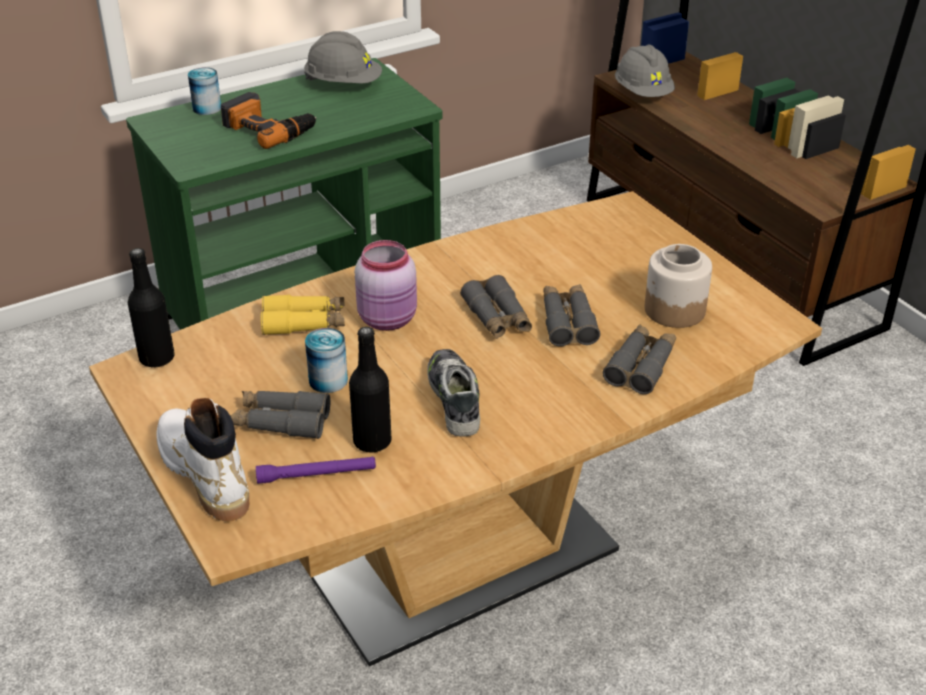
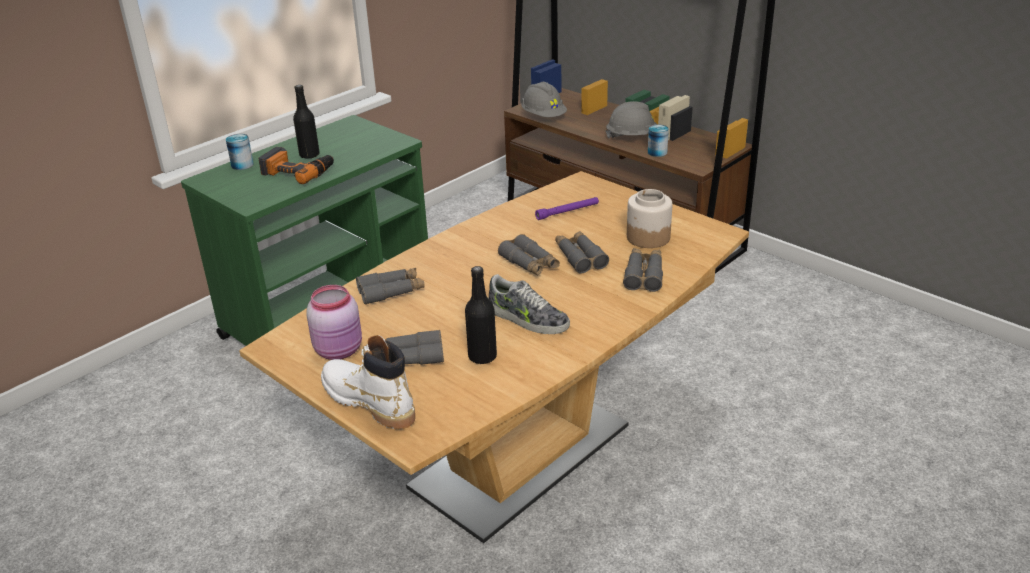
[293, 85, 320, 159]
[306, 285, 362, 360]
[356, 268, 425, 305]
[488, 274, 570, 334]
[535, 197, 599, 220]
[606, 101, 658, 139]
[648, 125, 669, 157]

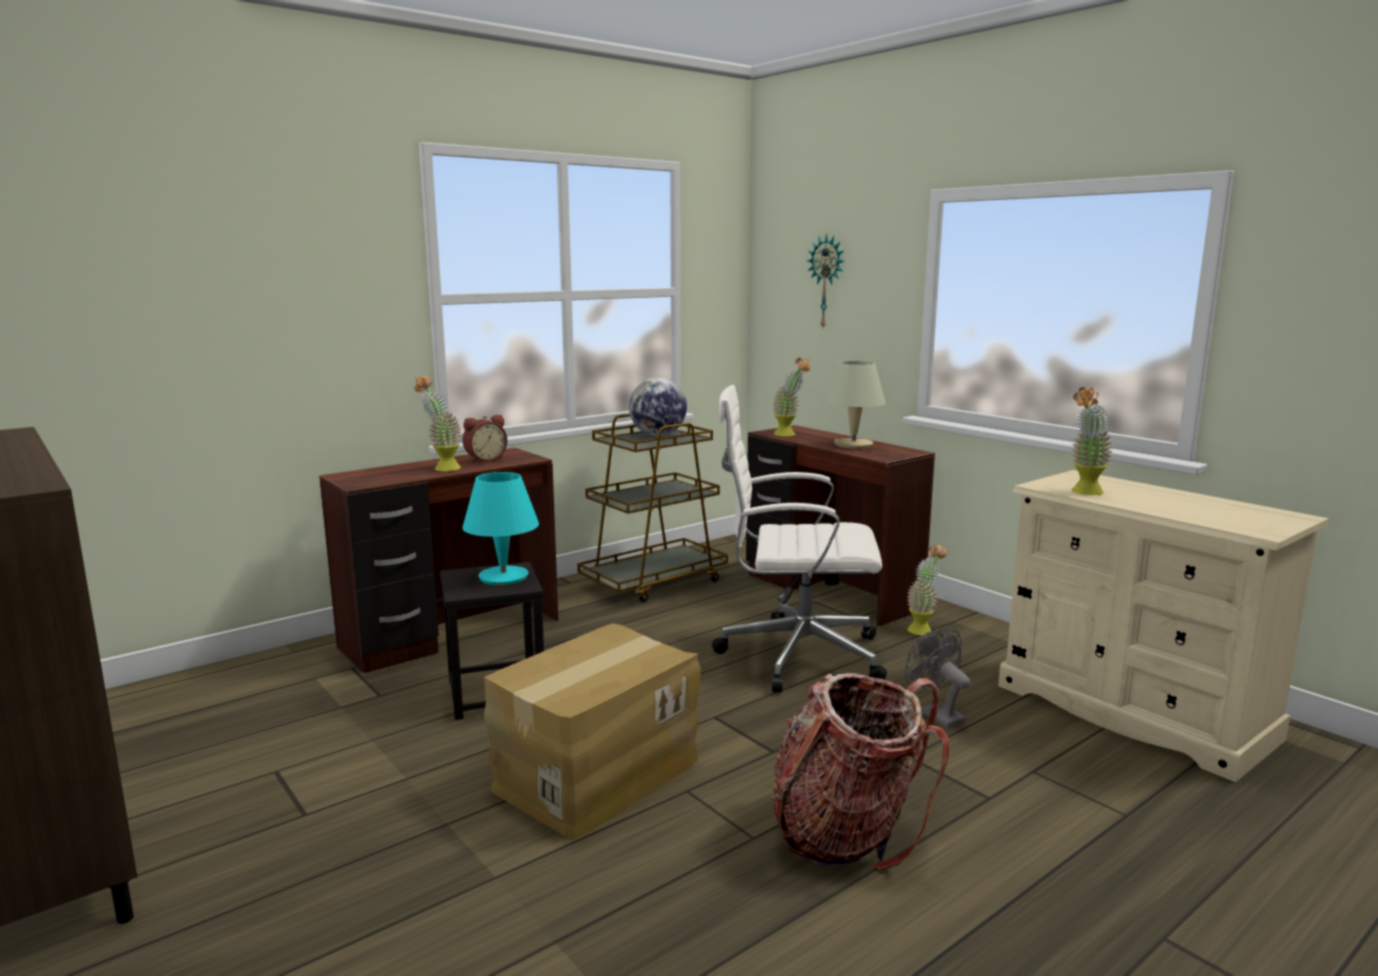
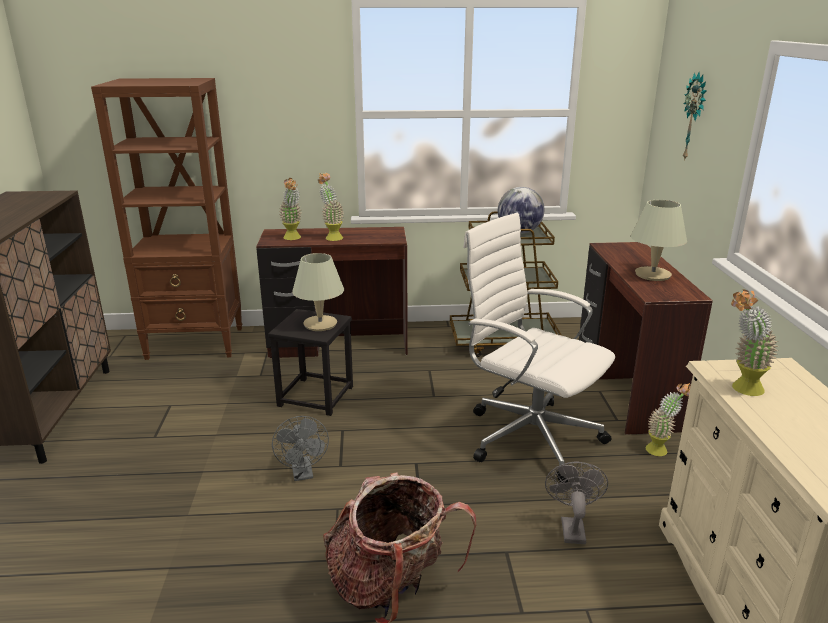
[91, 78, 242, 360]
[272, 416, 329, 481]
[279, 178, 301, 240]
[292, 253, 344, 331]
[462, 415, 507, 462] (first image)

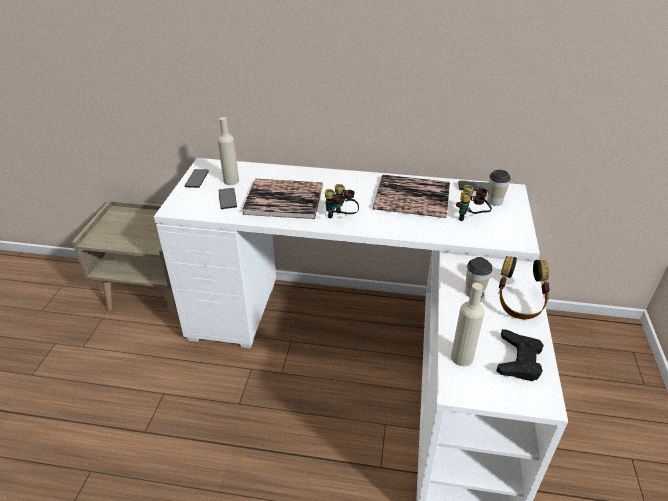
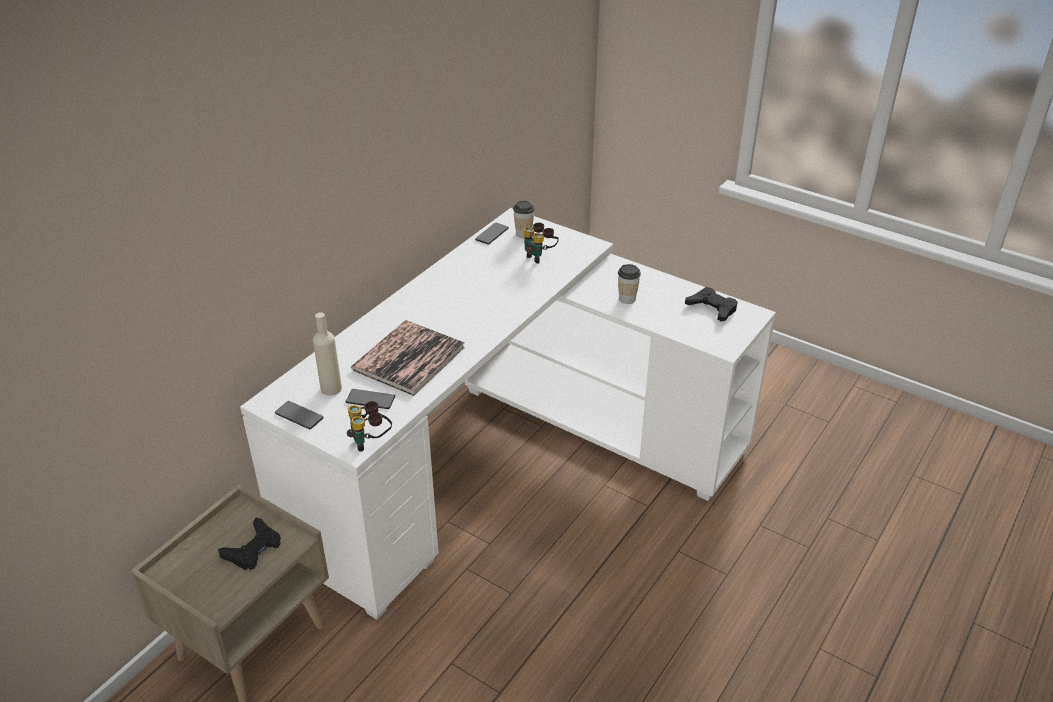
[218, 517, 281, 570]
[347, 401, 392, 452]
[373, 174, 450, 218] (first image)
[451, 283, 484, 366] (first image)
[499, 256, 550, 319] (first image)

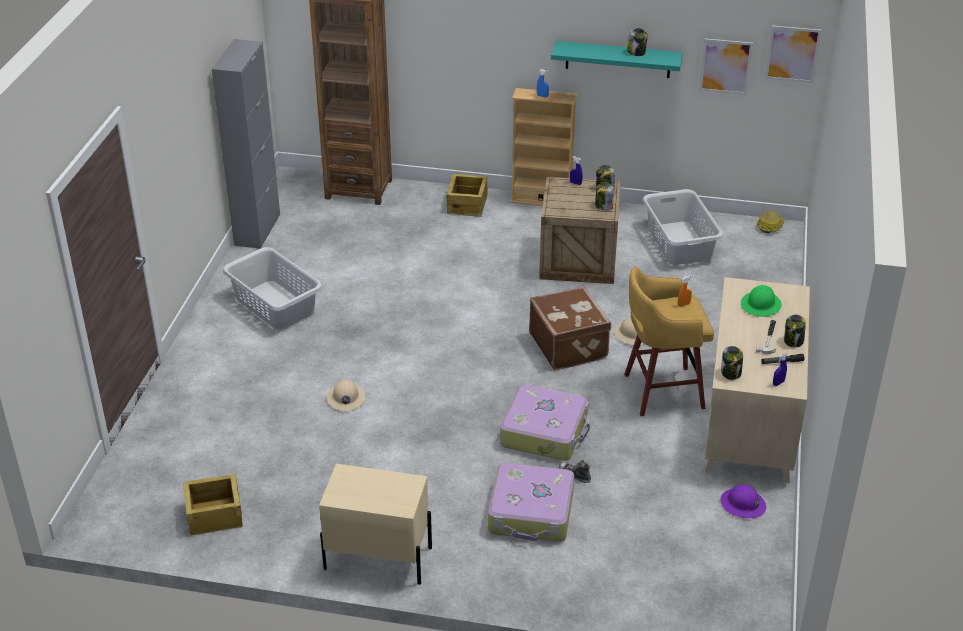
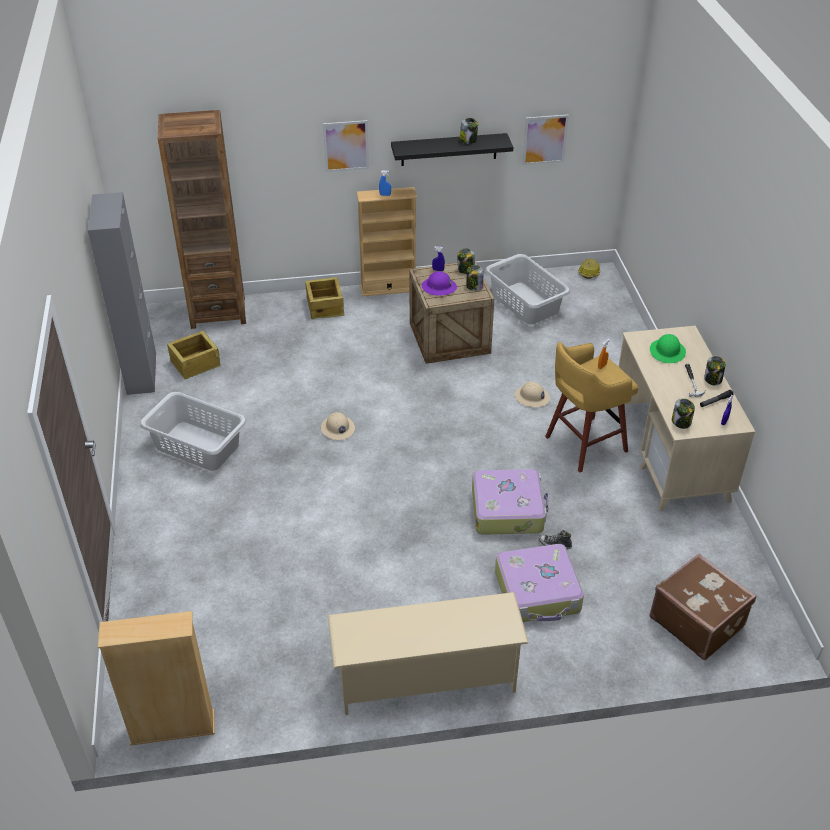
[98, 611, 215, 746]
[167, 331, 220, 379]
[321, 412, 355, 440]
[323, 120, 369, 172]
[328, 592, 529, 715]
[391, 133, 513, 166]
[422, 271, 457, 295]
[650, 554, 756, 660]

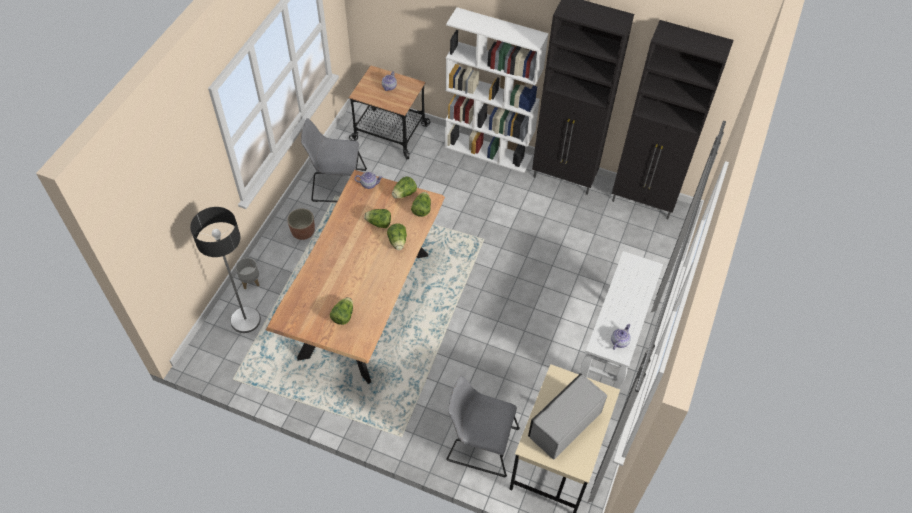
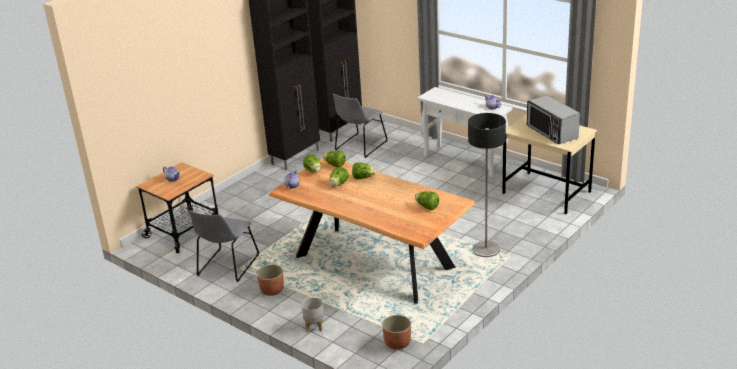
[333, 94, 388, 158]
[382, 315, 411, 350]
[468, 113, 506, 257]
[445, 7, 549, 173] (first image)

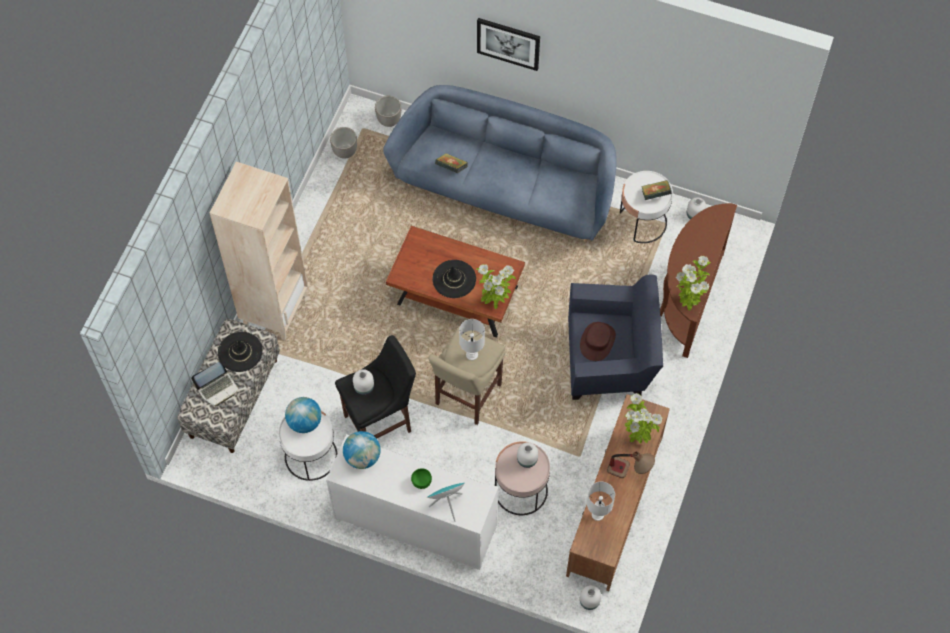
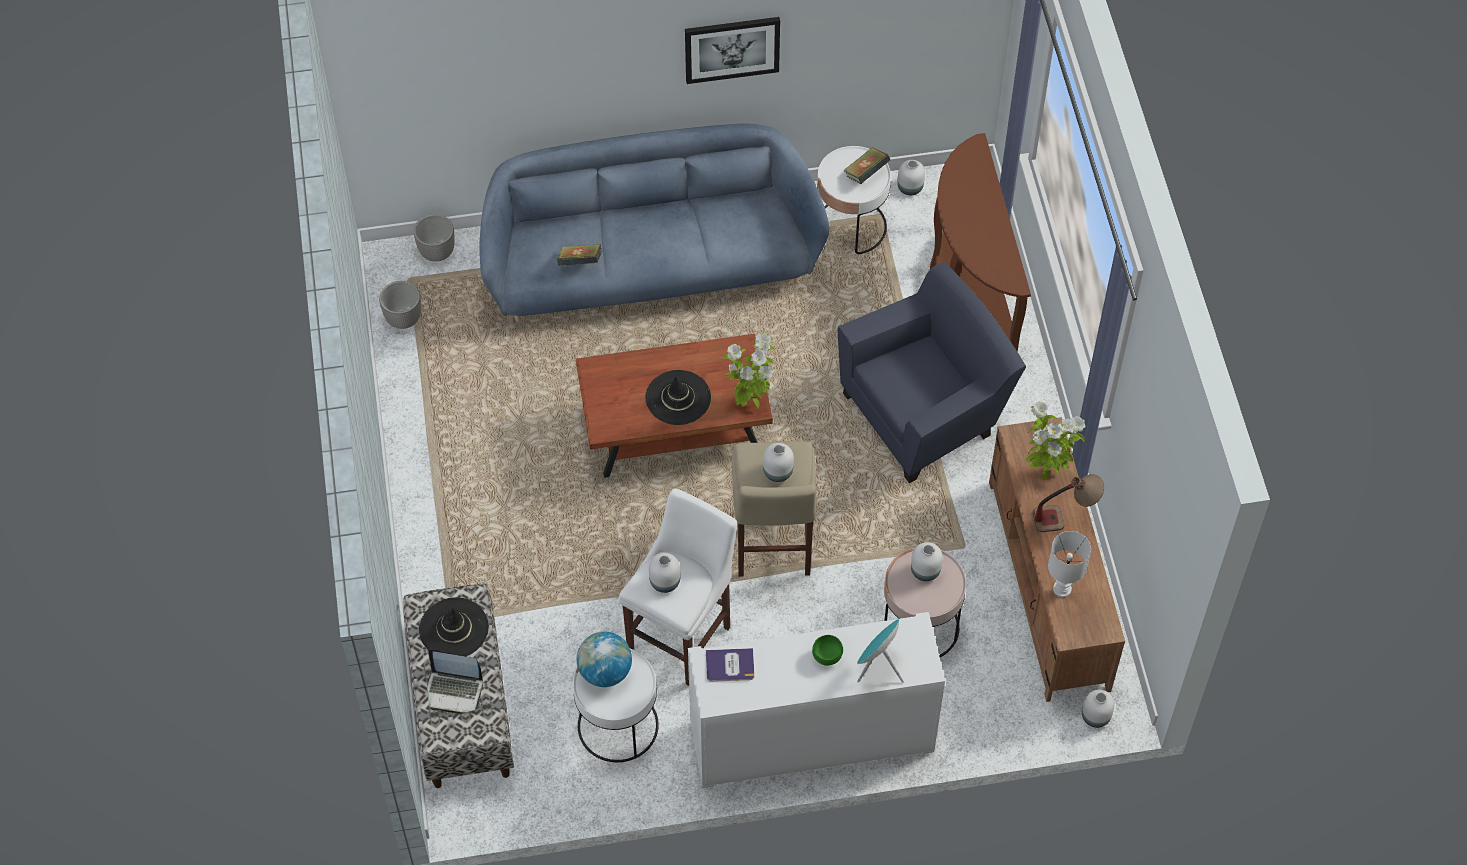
[427, 649, 483, 714]
[619, 488, 737, 686]
[685, 17, 780, 84]
[706, 648, 754, 682]
[763, 443, 794, 482]
[210, 162, 308, 340] (first image)
[580, 322, 616, 361] (first image)
[676, 256, 711, 311] (first image)

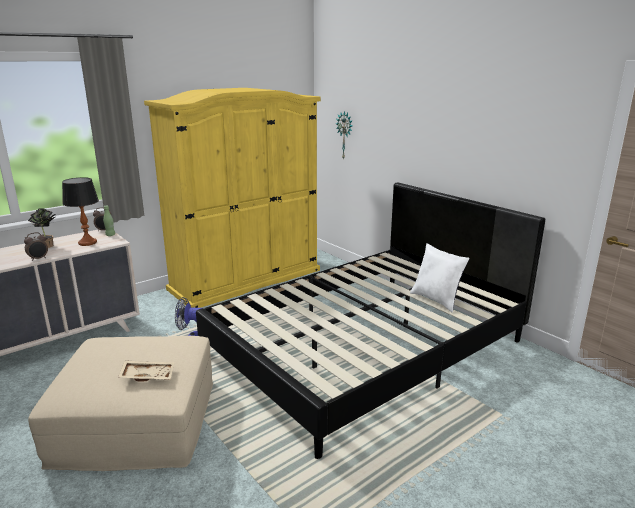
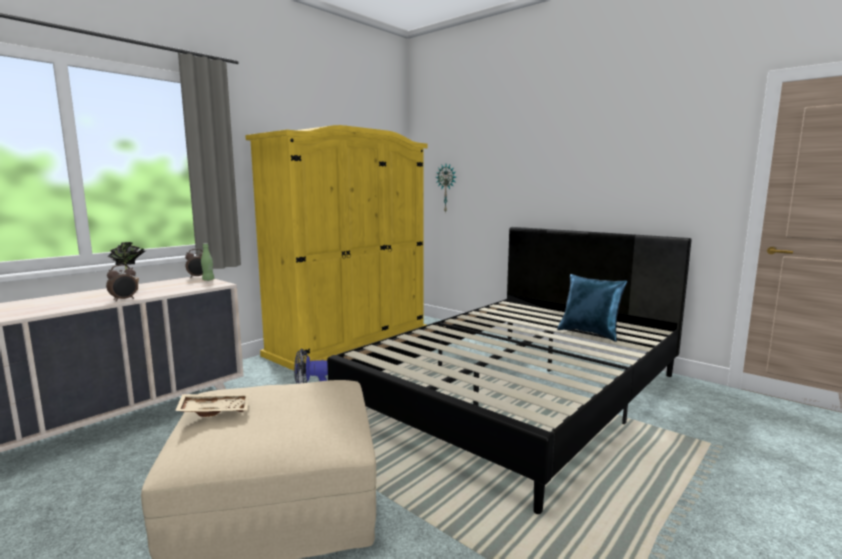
[175, 394, 249, 417]
[557, 274, 627, 342]
[62, 177, 99, 246] (first image)

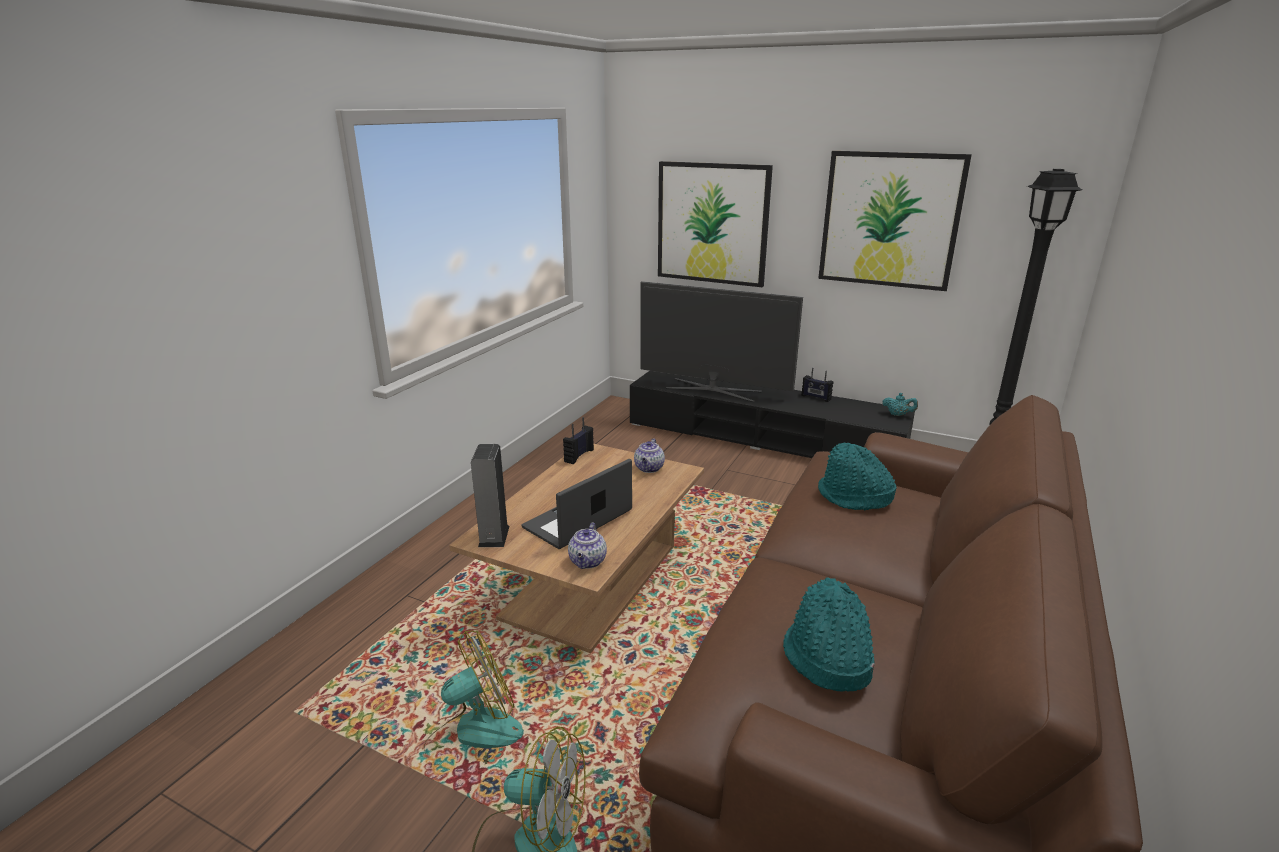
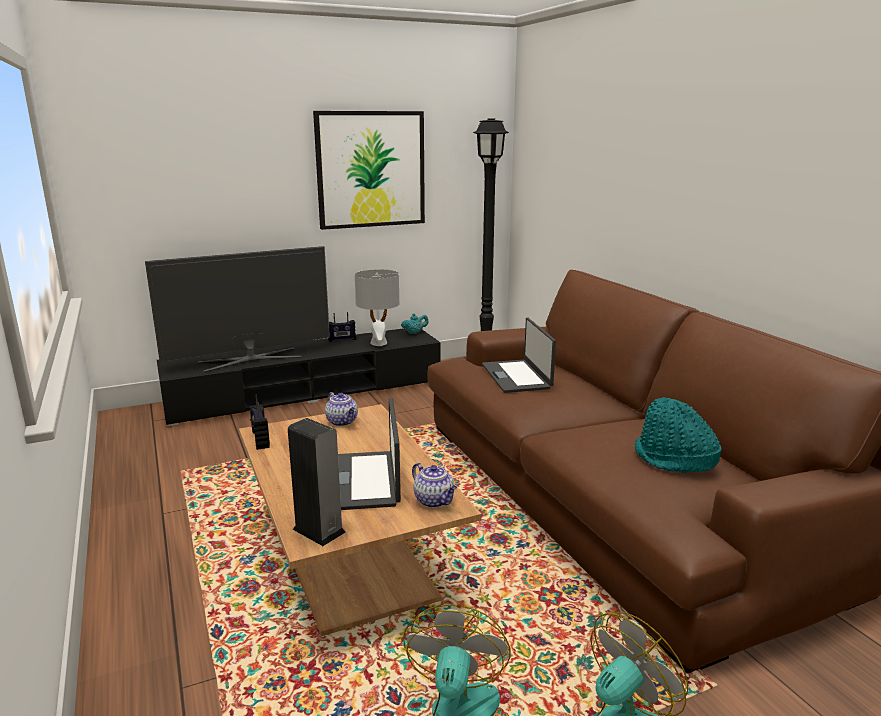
[355, 269, 399, 346]
[482, 318, 556, 393]
[658, 161, 773, 287] (first image)

